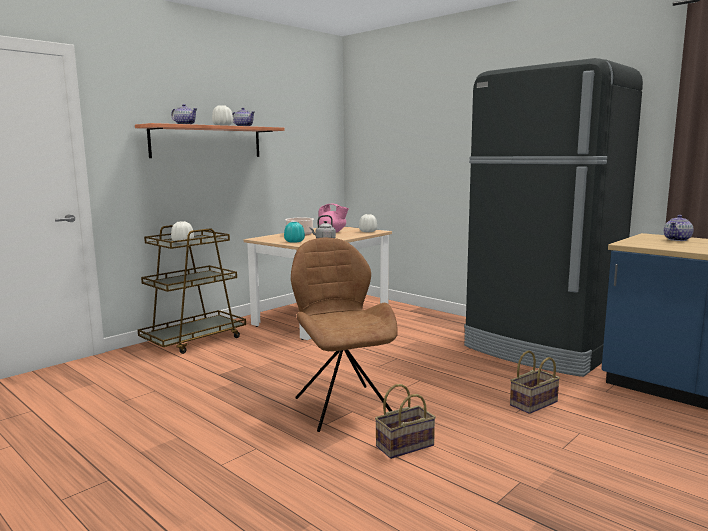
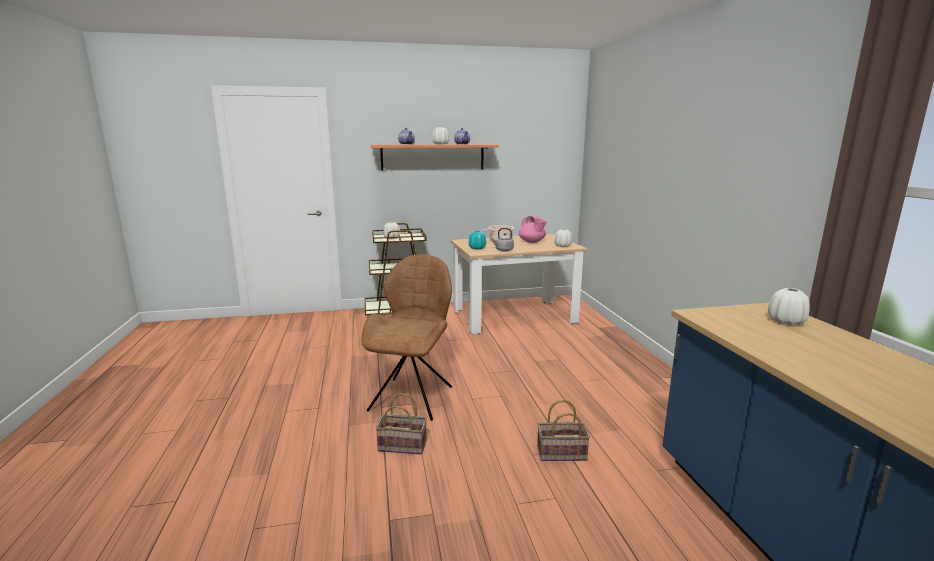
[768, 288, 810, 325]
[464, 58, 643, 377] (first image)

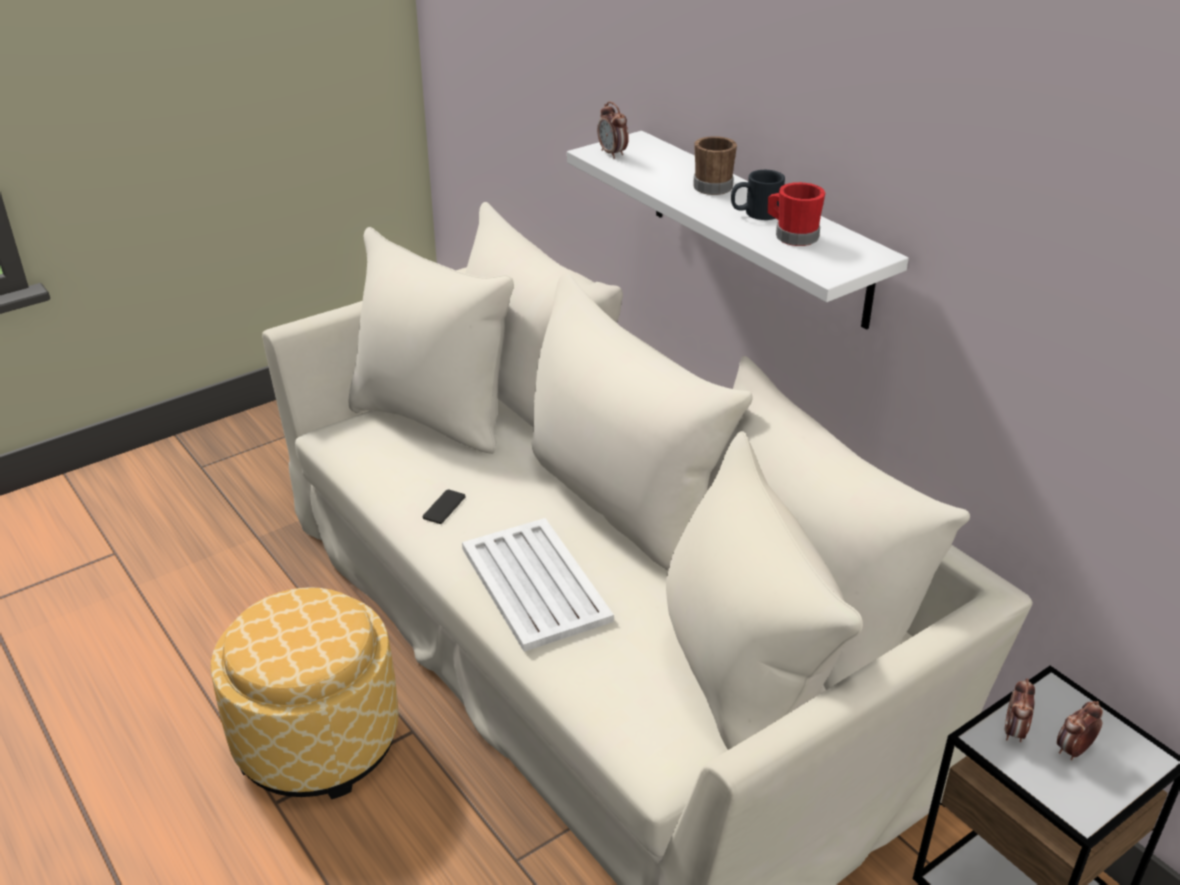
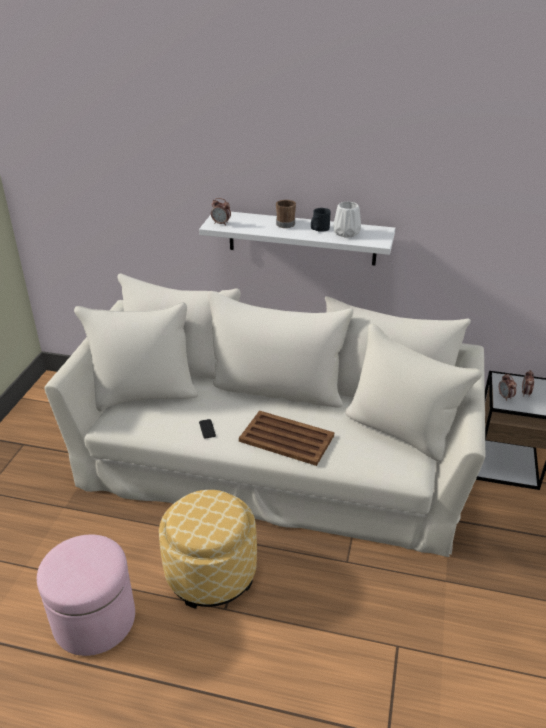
[37, 534, 135, 656]
[239, 410, 334, 466]
[333, 202, 361, 237]

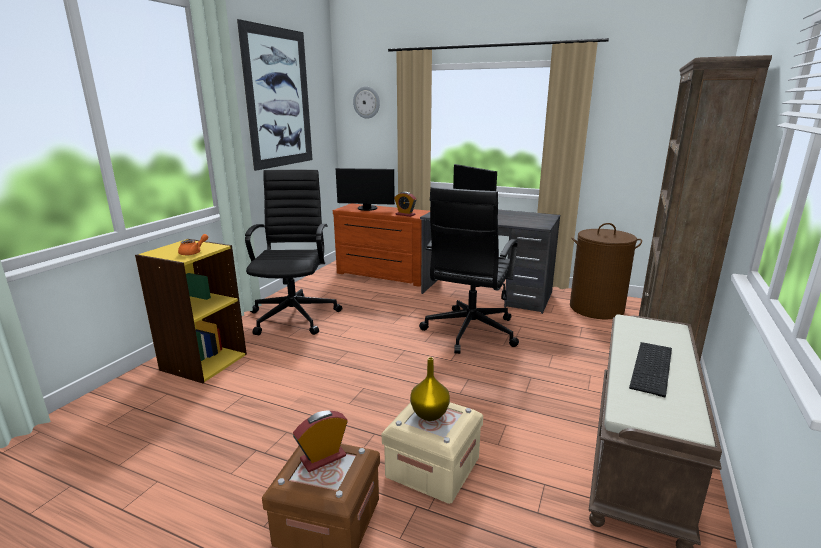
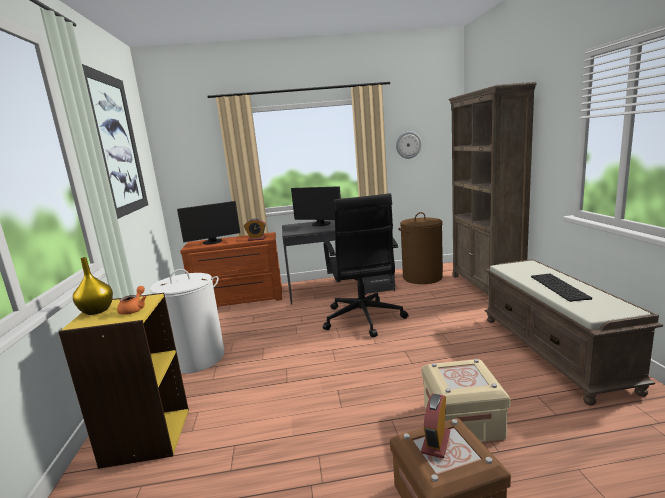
[73, 257, 113, 315]
[143, 269, 225, 374]
[396, 131, 422, 159]

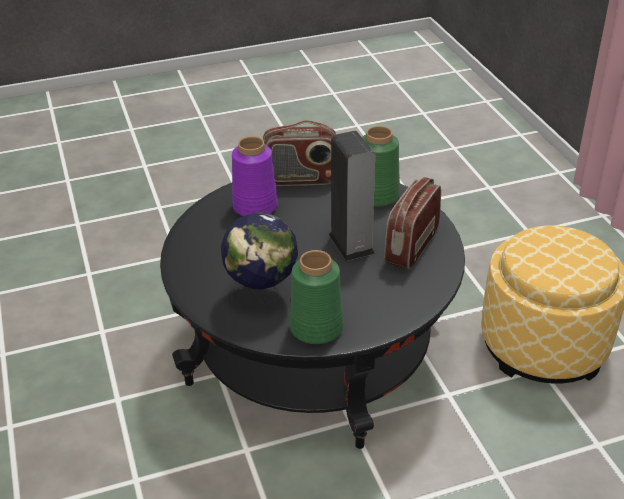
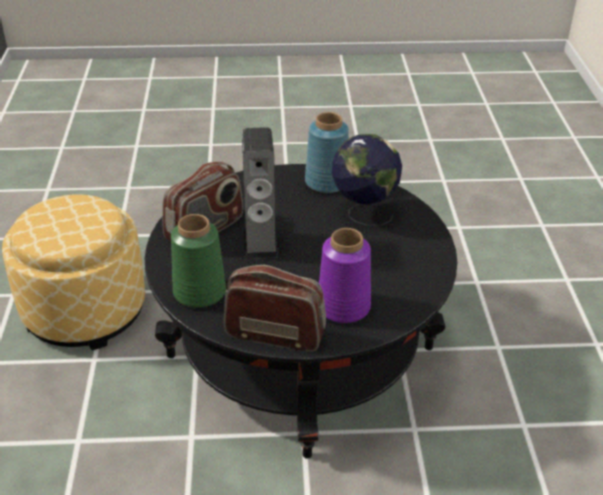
[305, 112, 349, 193]

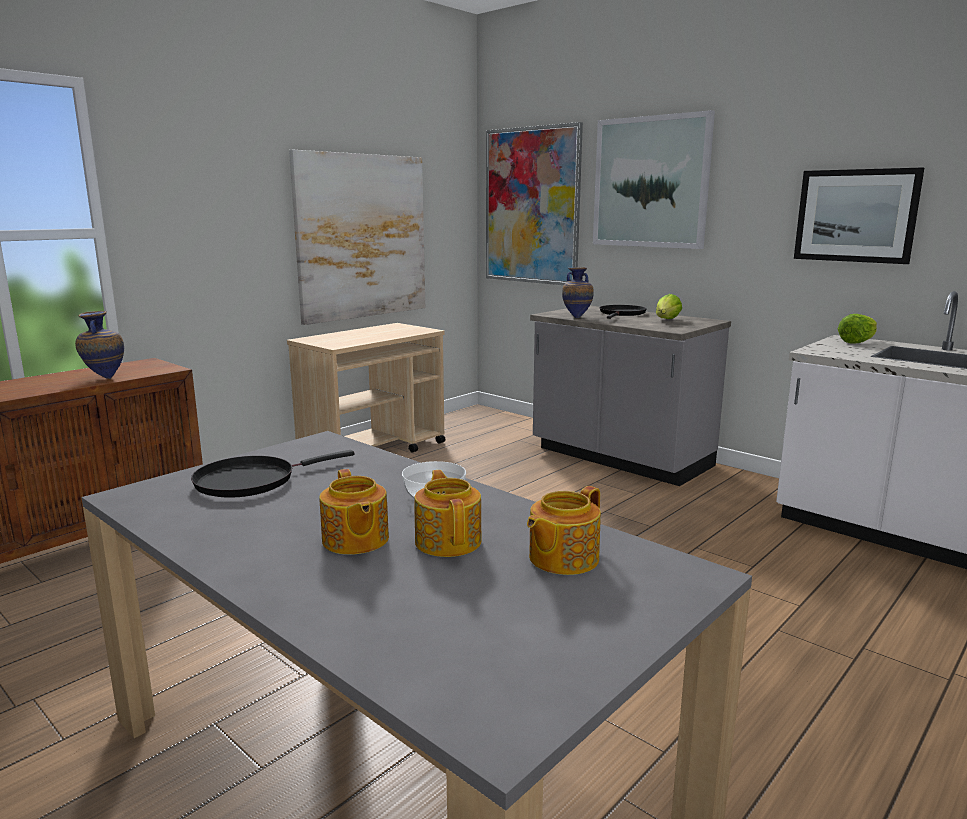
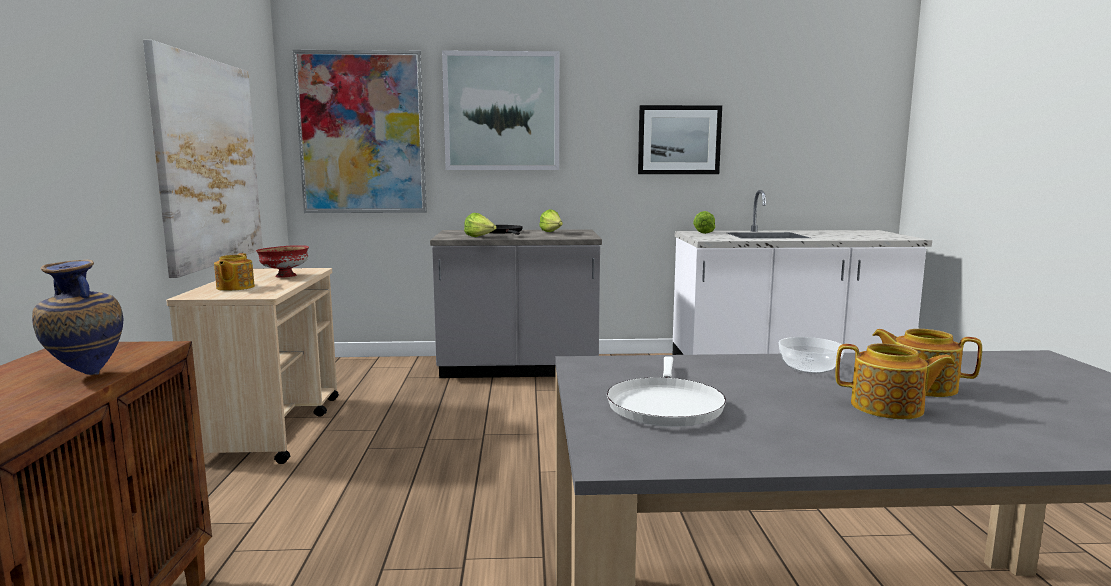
[214, 253, 255, 291]
[256, 245, 309, 277]
[464, 213, 497, 237]
[607, 356, 726, 427]

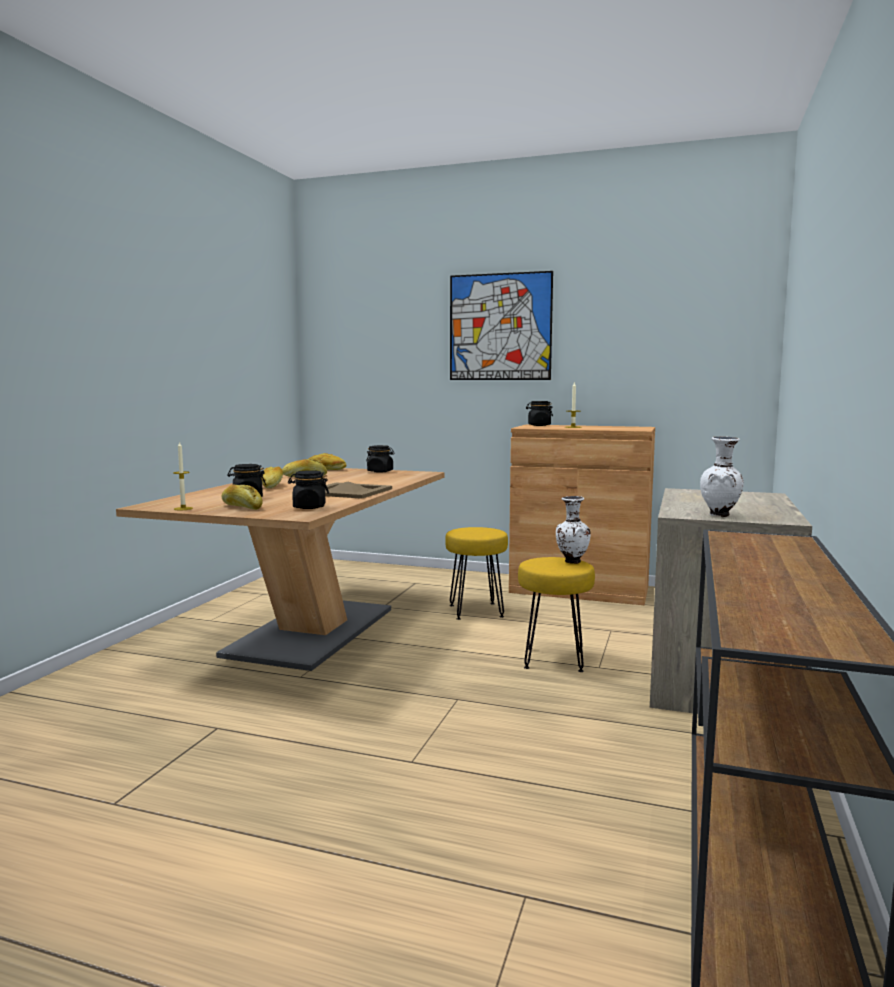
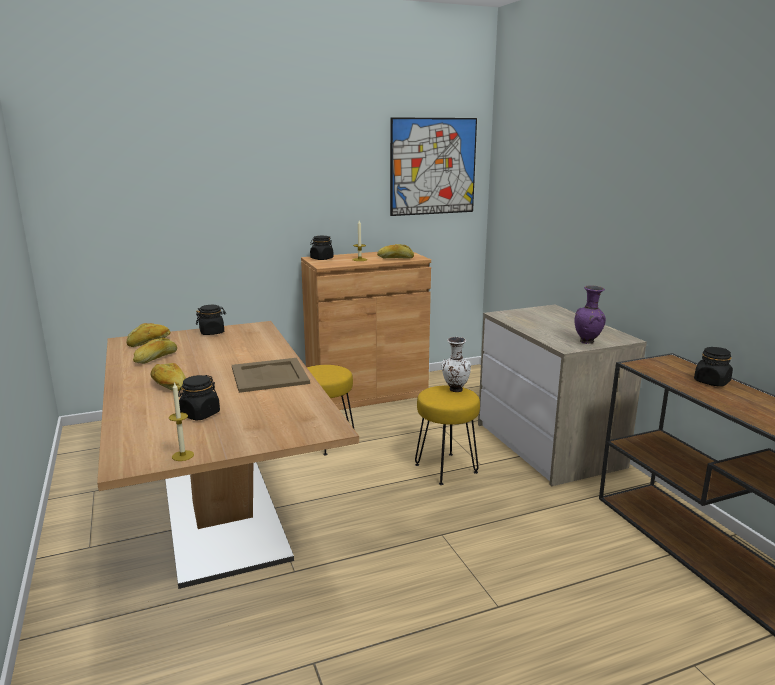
[377, 244, 414, 259]
[390, 117, 477, 216]
[574, 285, 606, 344]
[694, 347, 733, 387]

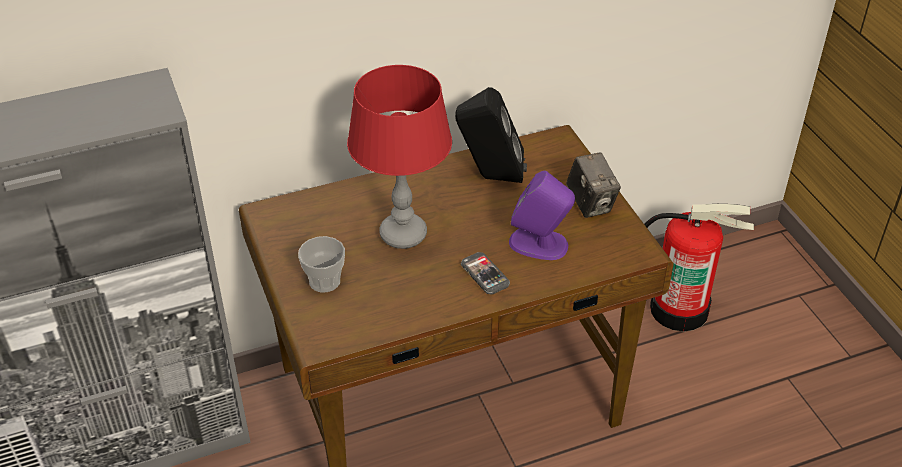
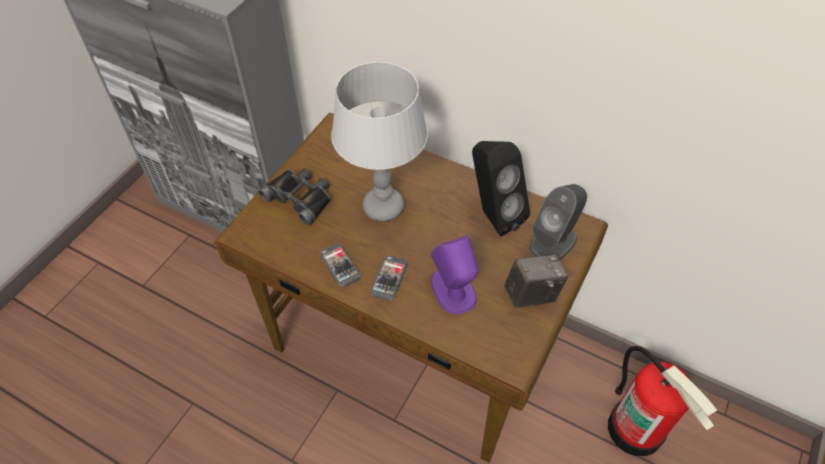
[258, 168, 331, 226]
[320, 244, 361, 287]
[331, 62, 428, 222]
[504, 255, 568, 308]
[529, 184, 587, 260]

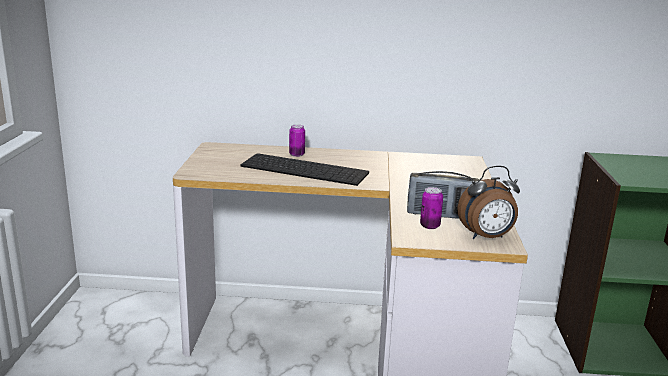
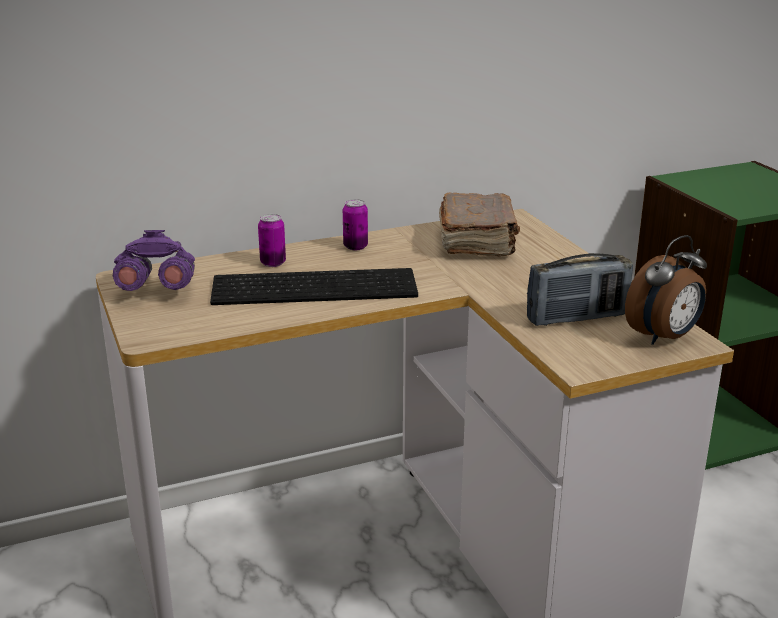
[113, 230, 195, 291]
[343, 199, 368, 250]
[439, 192, 520, 257]

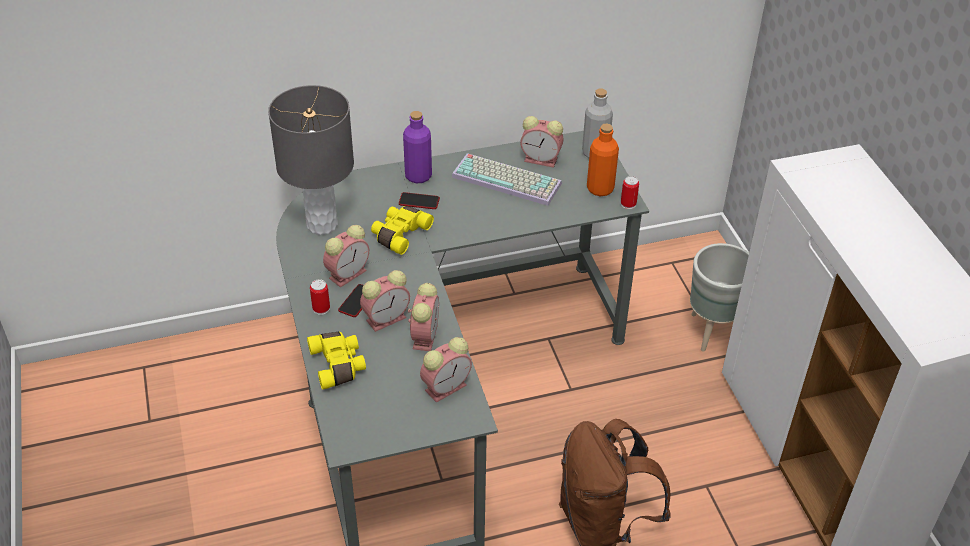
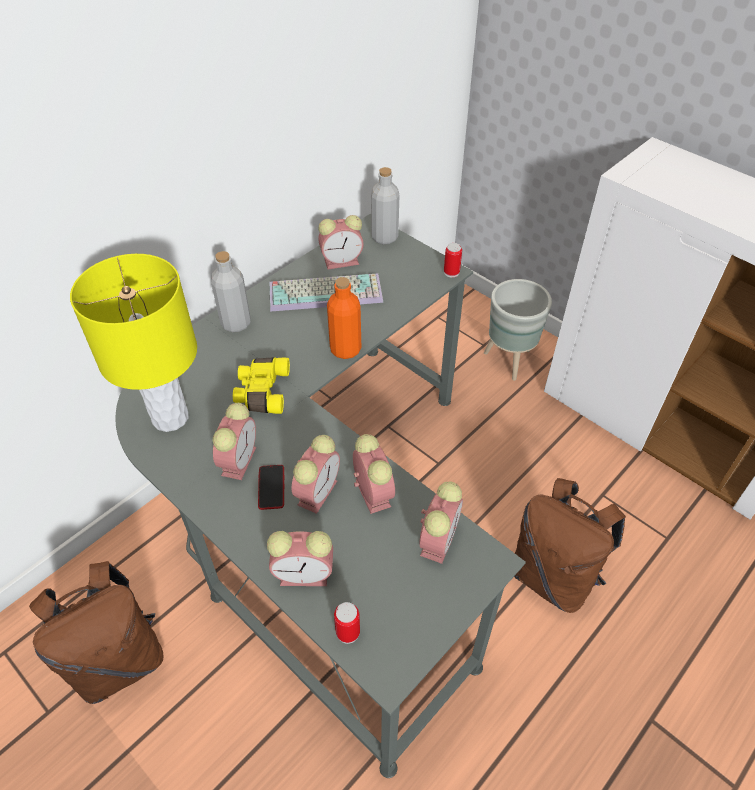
[29, 561, 164, 704]
[70, 254, 197, 432]
[211, 251, 251, 332]
[267, 531, 333, 586]
[327, 277, 361, 359]
[334, 602, 360, 644]
[399, 192, 440, 209] (first image)

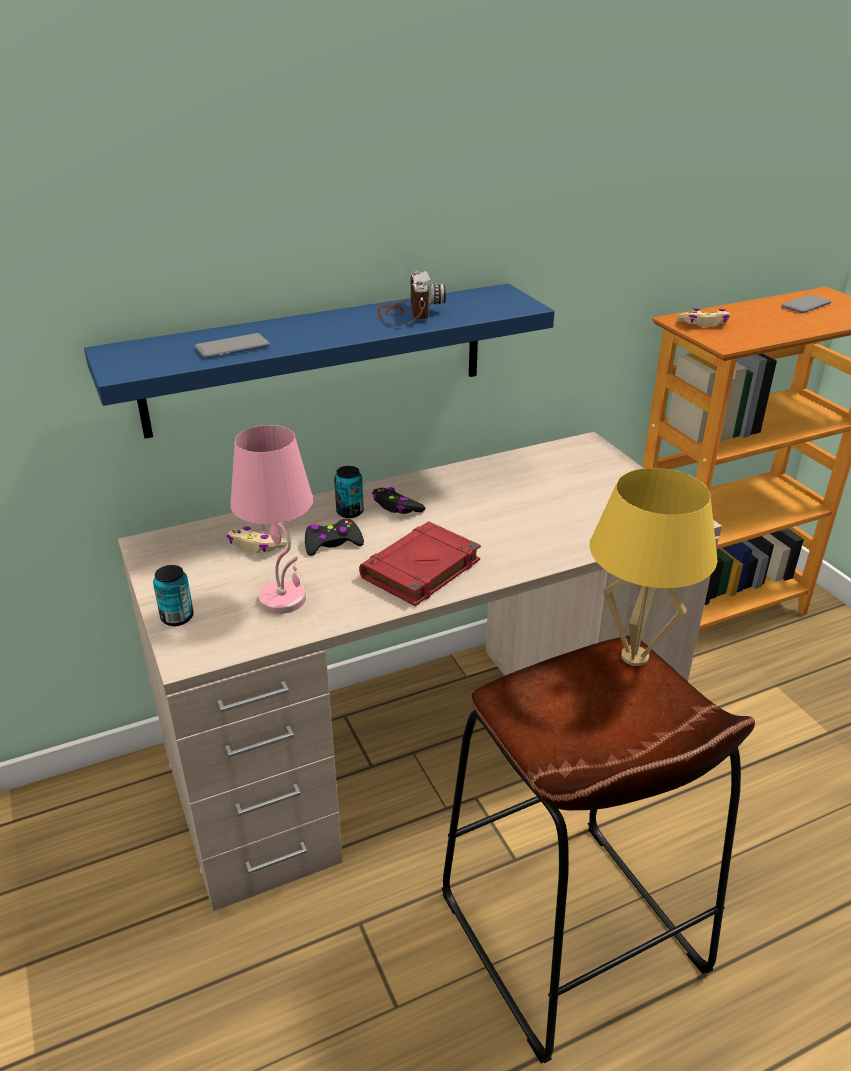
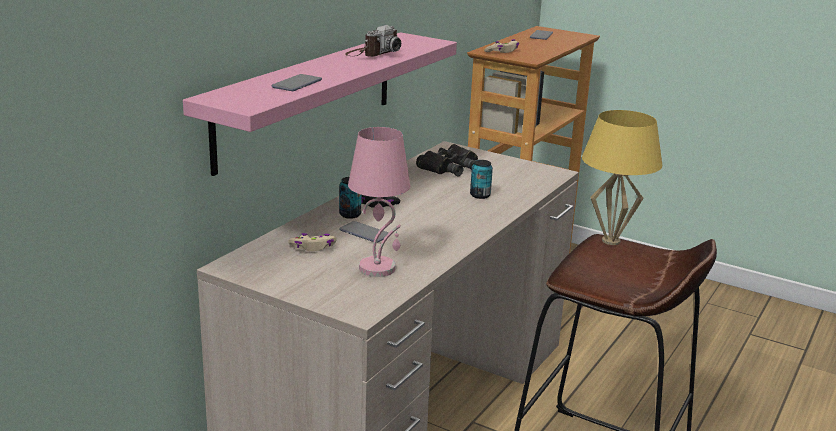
[183, 32, 457, 176]
[340, 221, 391, 243]
[345, 25, 401, 57]
[416, 144, 478, 176]
[470, 160, 493, 199]
[359, 521, 481, 606] (first image)

